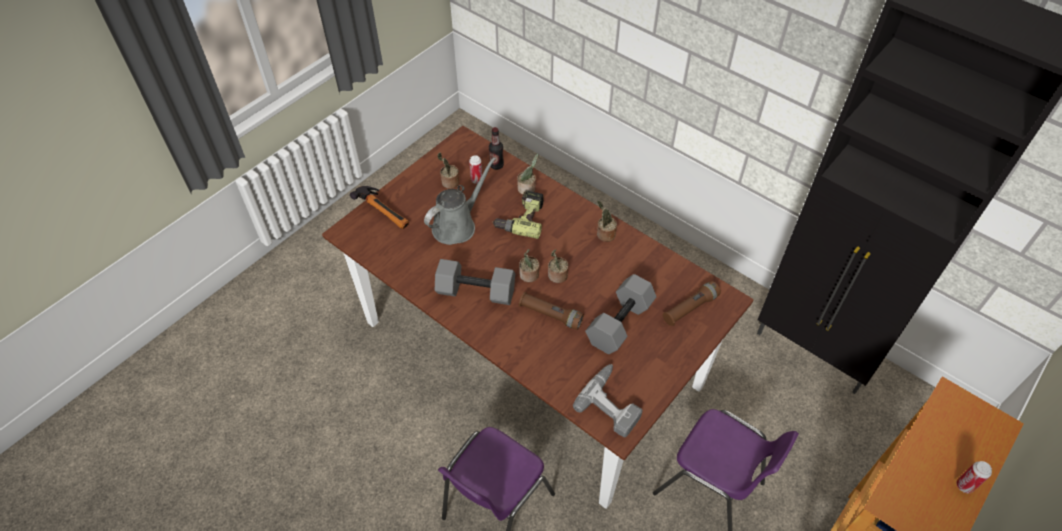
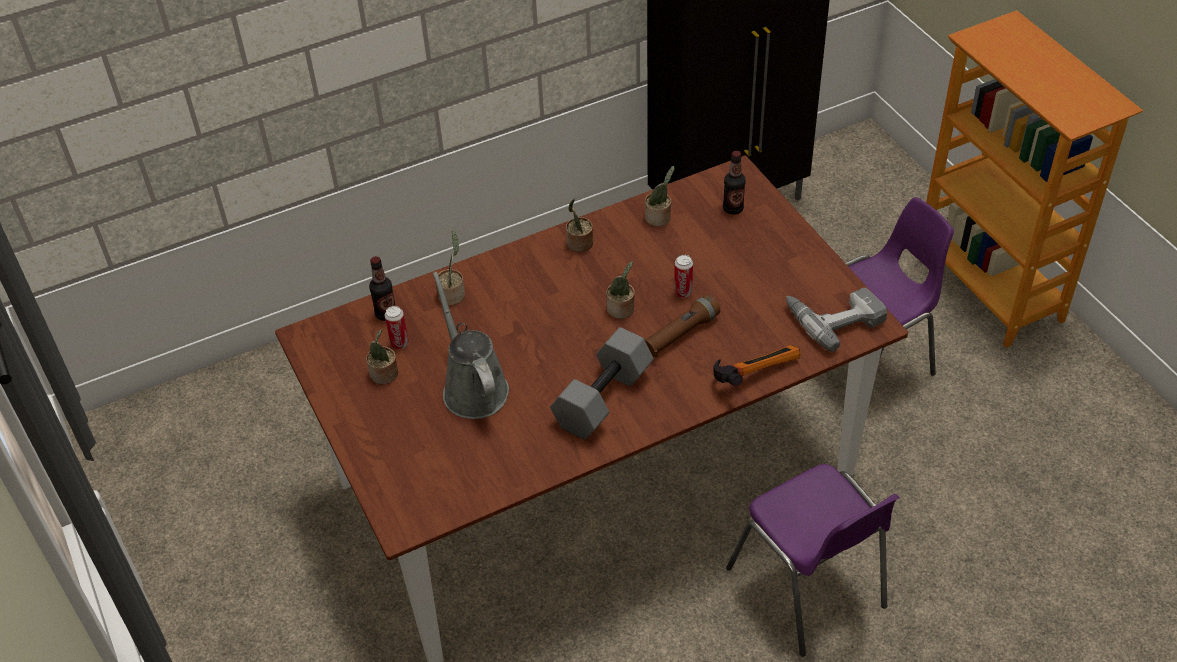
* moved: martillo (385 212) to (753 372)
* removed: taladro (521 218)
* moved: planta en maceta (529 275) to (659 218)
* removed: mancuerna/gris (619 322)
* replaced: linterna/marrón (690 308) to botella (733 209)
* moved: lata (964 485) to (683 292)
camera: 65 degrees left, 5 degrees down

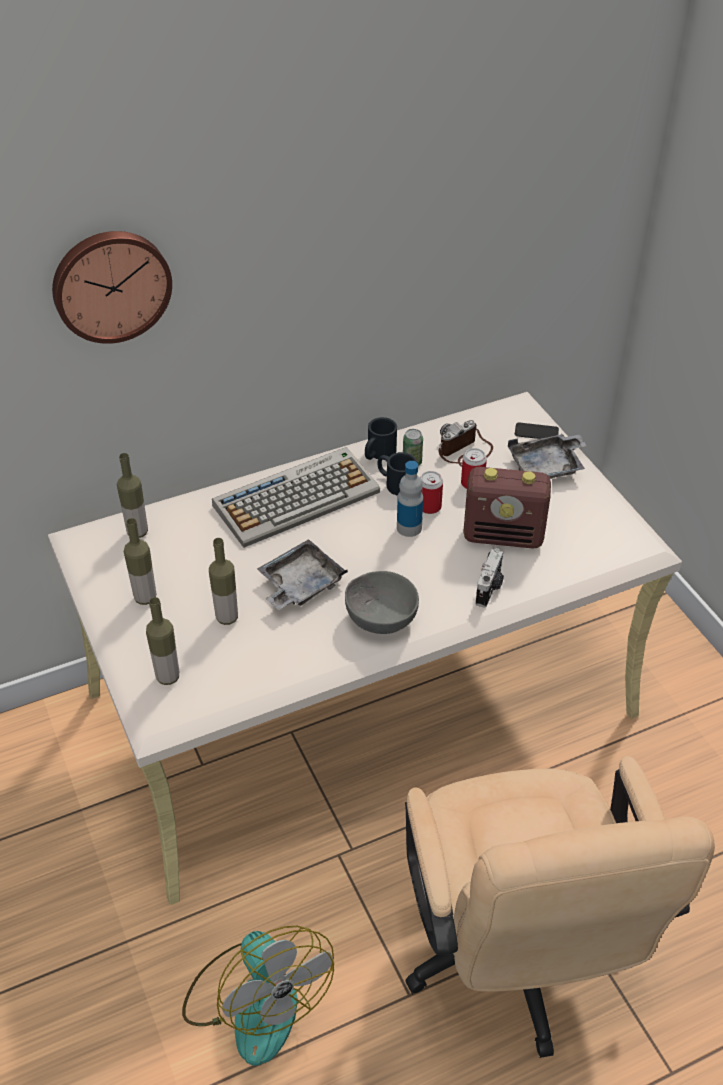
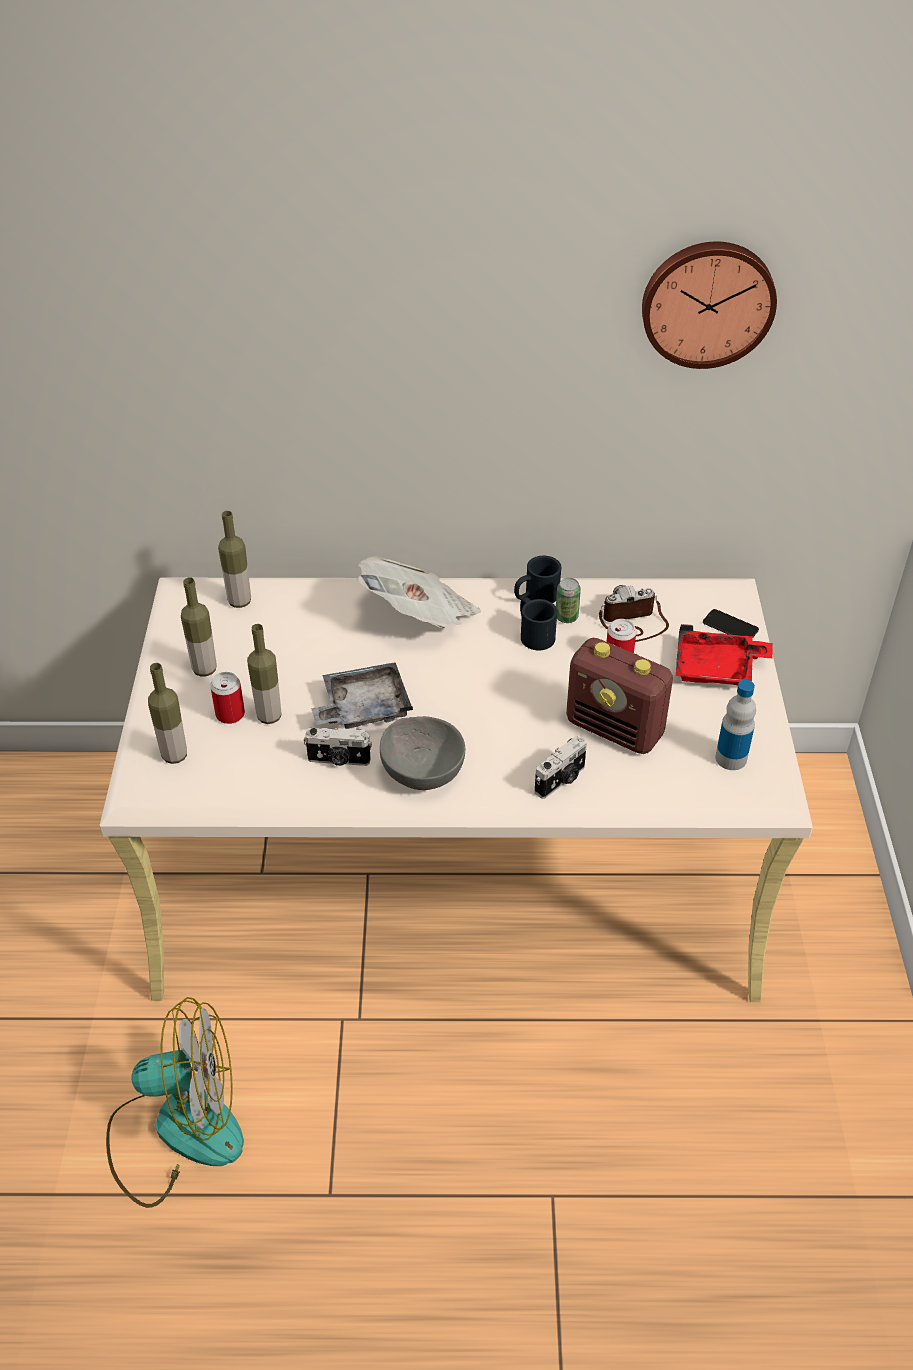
* moved: reloj de pared (111 284) to (707 302)
* turned: ventilador (255 1000) = (176 1130) 90 degrees counterclockwise
* replaced: teclado (297 498) to periódico (420 616)
* moved: botella (409 528) to (731 758)
* removed: silla de oficina/beis (516 960)
* moved: lata (429 506) to (230 714)
* recoloured: bandeja/gris (547 467) to bandeja/rojo (717 669)
* added: cámara (339 760)
camera: 25 degrees right, 0 degrees up

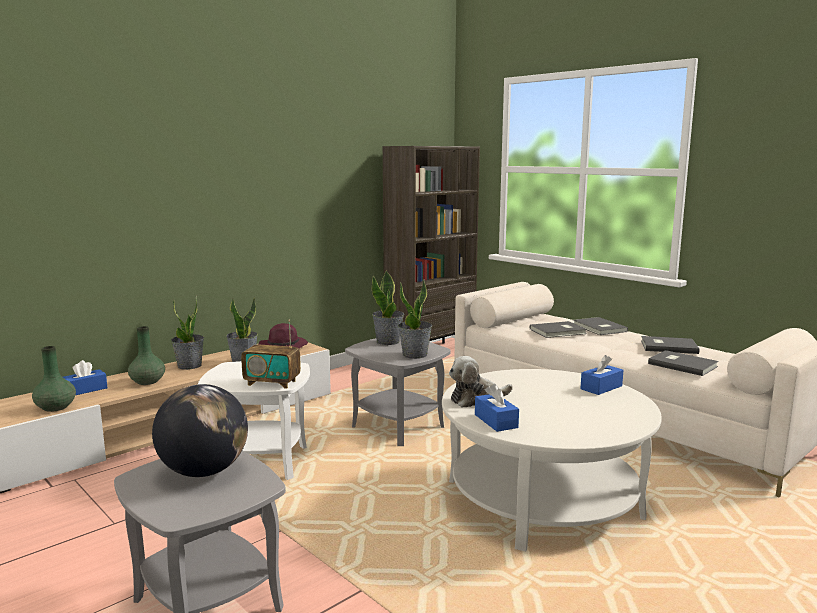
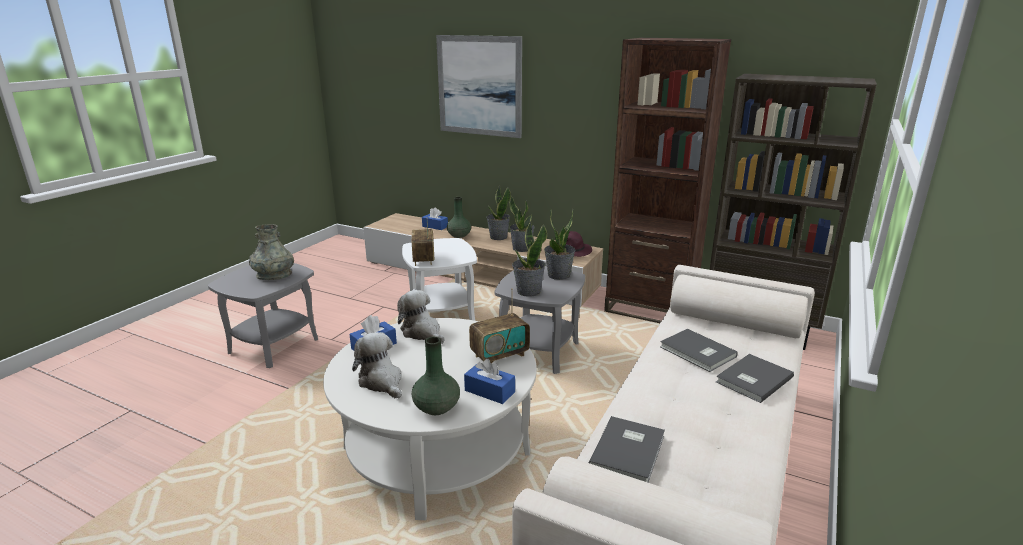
* moved: florero/verde (56 407) to (437 407)
* replaced: globo terráqueo (204 471) to florero/gris (274 275)
* removed: libro/gris (667 346)
* added: peluche (381 381)
* added: cuadro (479 86)
* added: radio (499 356)
* added: estantería/marrón (650 309)
camera: 70 degrees right, 10 degrees up

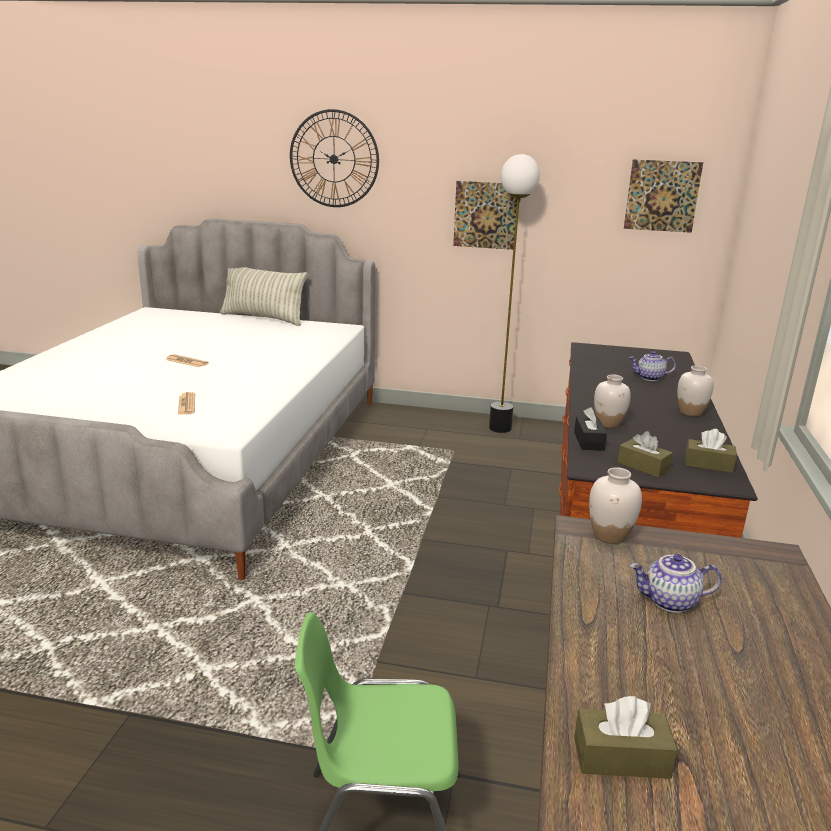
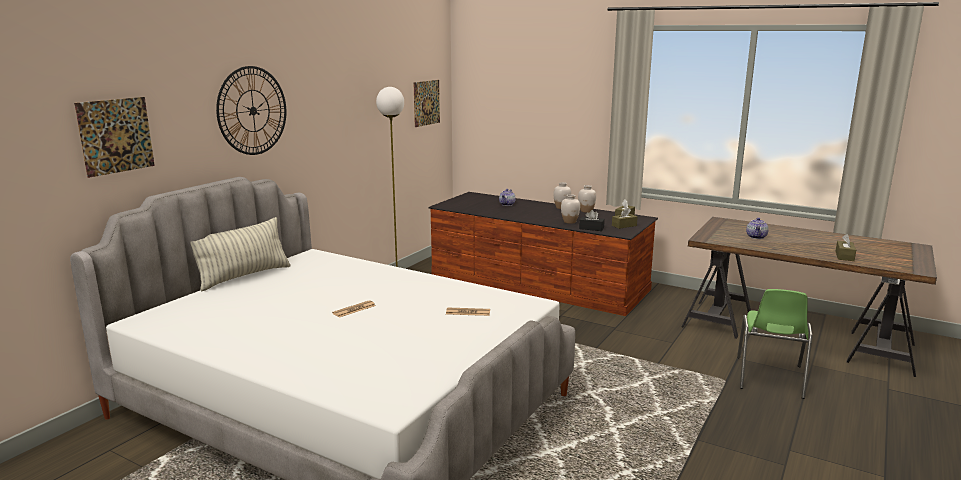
* moved: cuadro (486 215) to (116 136)
* moved: florero/blanco (610 536) to (586 211)
camera: 70 degrees left, 5 degrees down

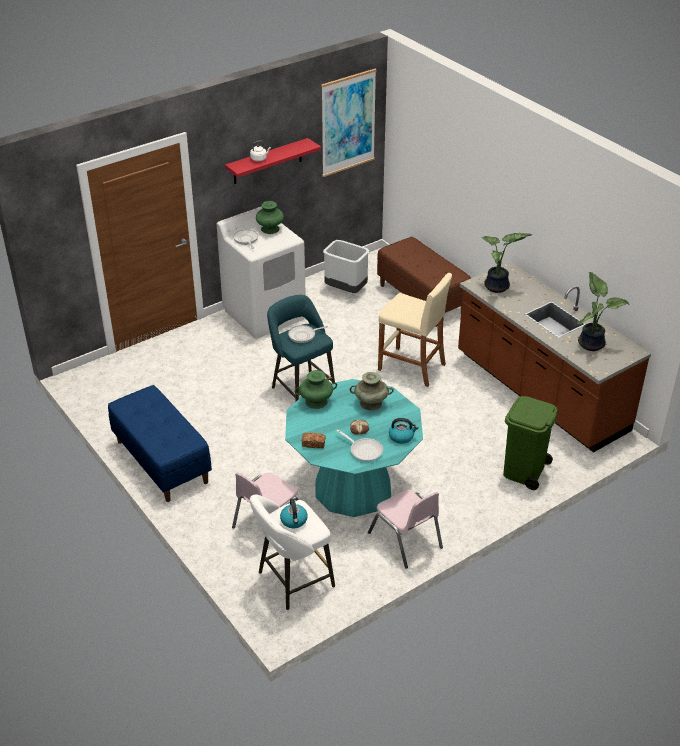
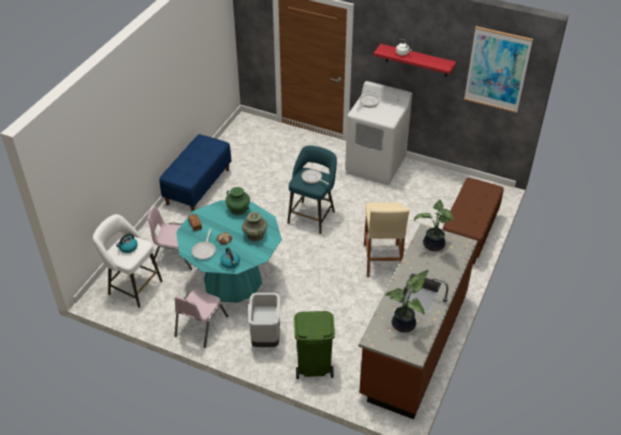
* removed: florero/verde (270 229)
* moved: papelera/gris (346 289) to (266 338)
camera: 60 degrees right, 5 degrees up

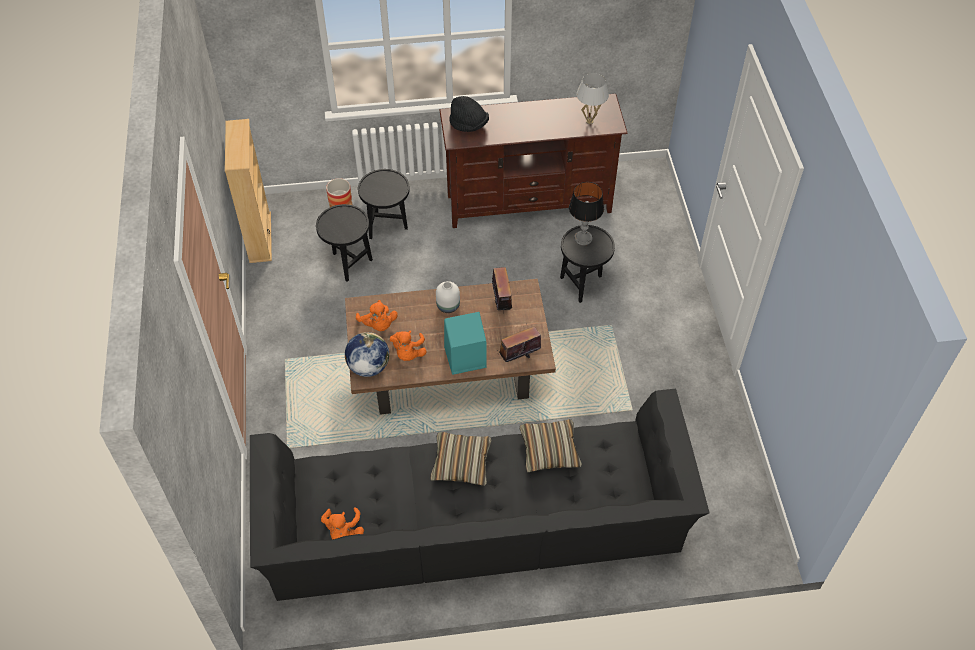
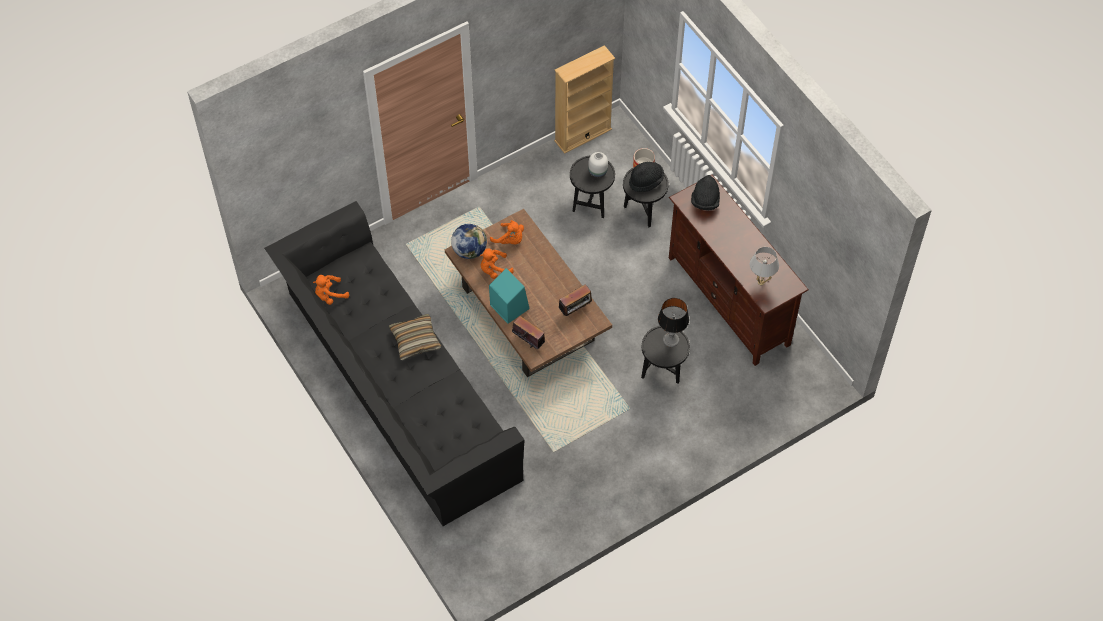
* turned: peluche/naranja (378 325) = (510 240) 90 degrees counterclockwise
* moved: florero/blanco (448 306) to (597 172)
* removed: cojín (549 450)
* added: sombrero/negro (646 181)
camera: 65 degrees right, 5 degrees up

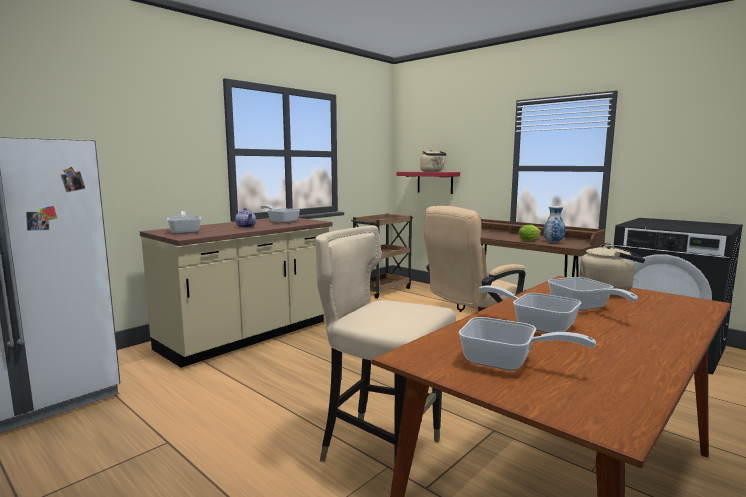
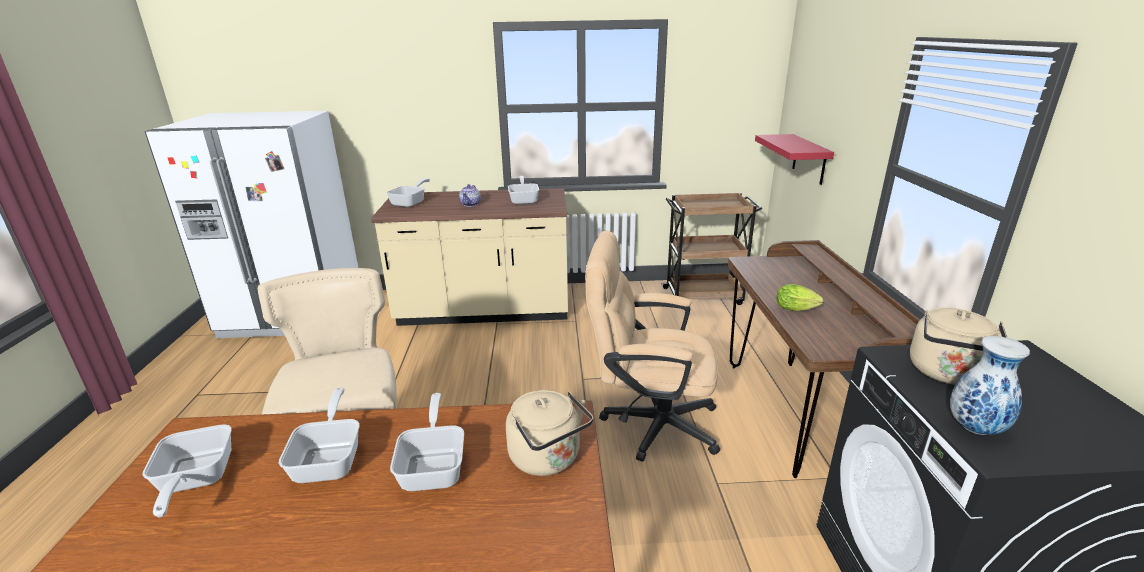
* moved: hervidor/beis (432 171) to (947 374)
* moved: florero (553 242) to (975 428)
* turned: sartén (583 308) = (434 465) 150 degrees clockwise
camera: 45 degrees right, 15 degrees up

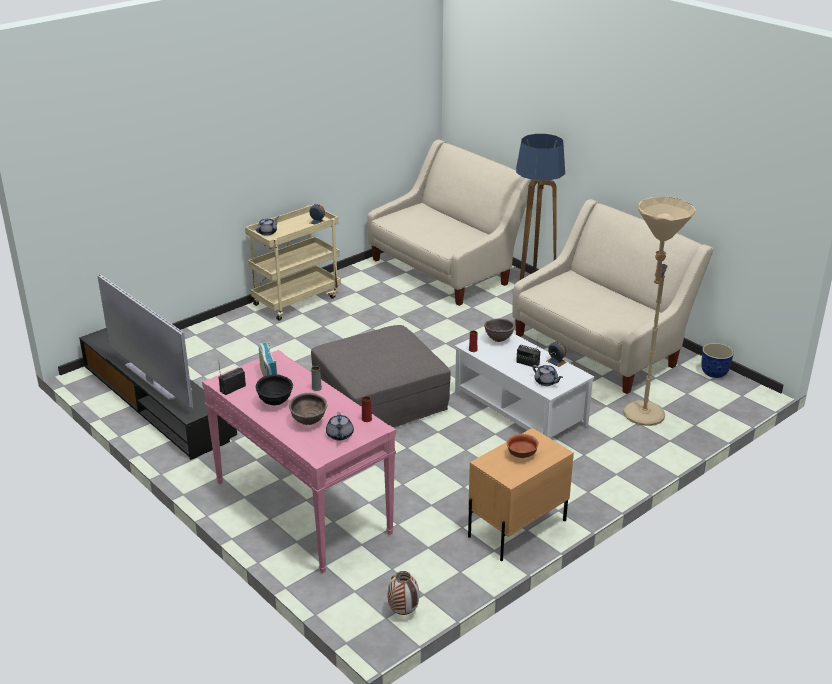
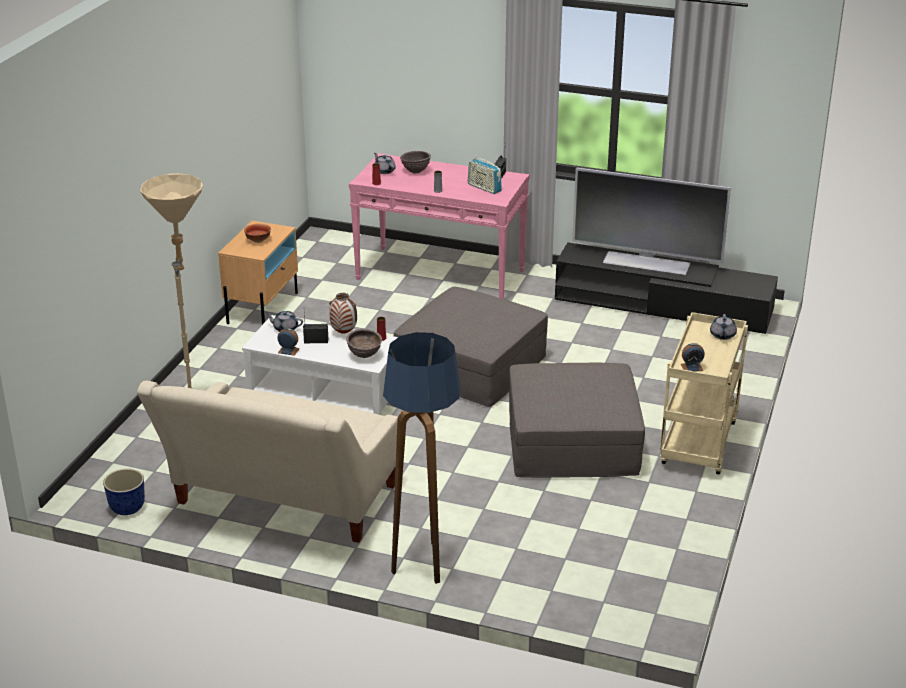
* removed: cuenco/negro (275 403)
* removed: sofá/beis (446 269)
* moved: florero (402 612) to (344 333)
* added: puf/gris (573 442)
camera: 150 degrees right, 0 degrees up

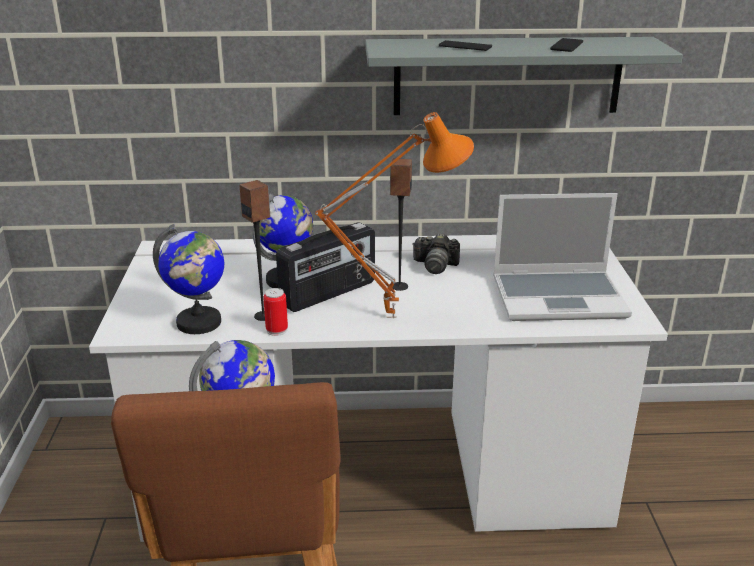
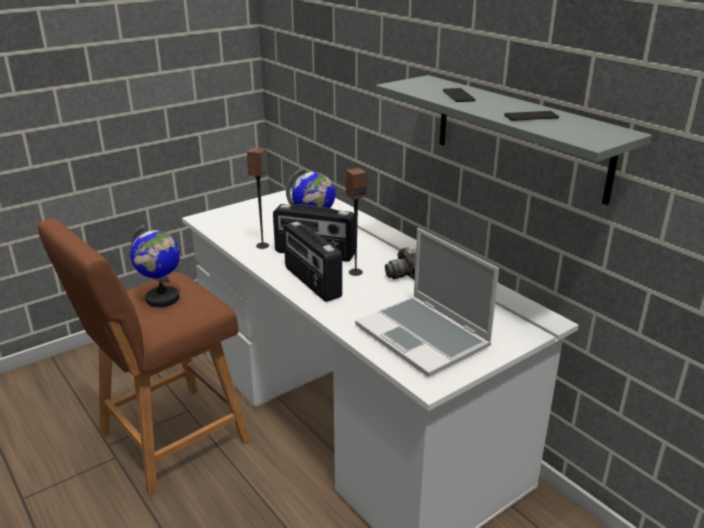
* removed: globo terráqueo (199 323)
* removed: lata (276 330)
* replaced: lámpara de mesa/naranja (391 315) to radio (311 282)
camera: 55 degrees right, 0 degrees up

